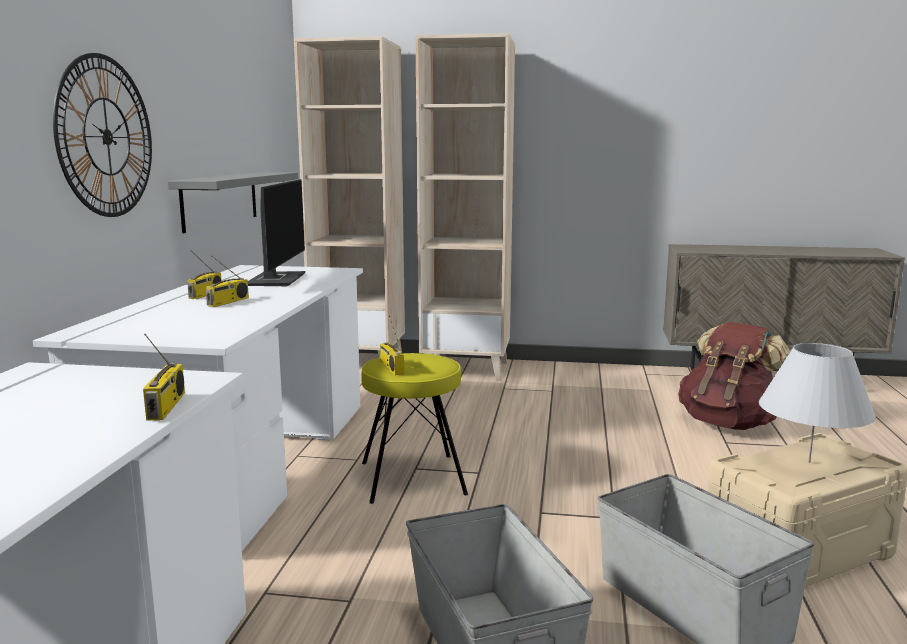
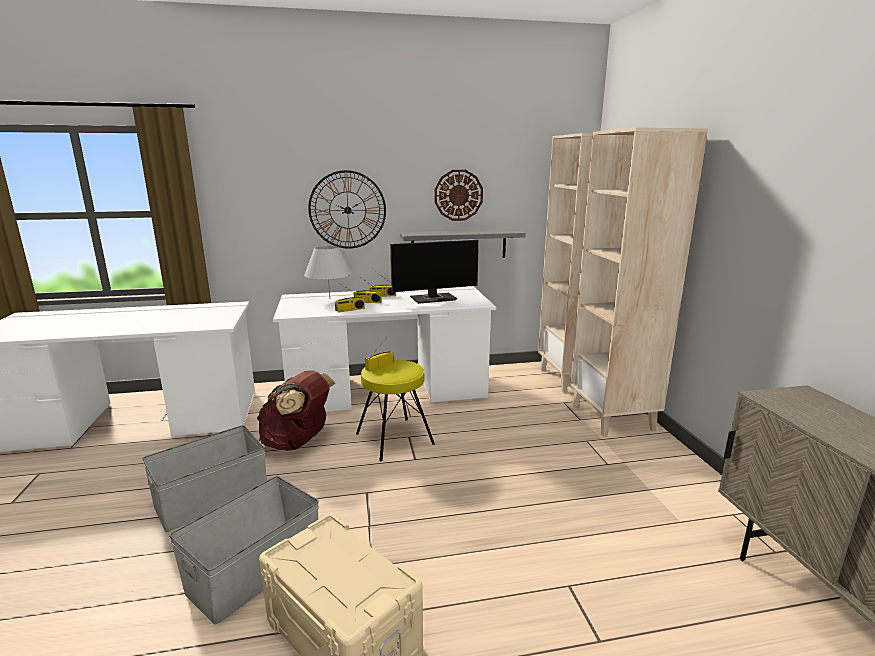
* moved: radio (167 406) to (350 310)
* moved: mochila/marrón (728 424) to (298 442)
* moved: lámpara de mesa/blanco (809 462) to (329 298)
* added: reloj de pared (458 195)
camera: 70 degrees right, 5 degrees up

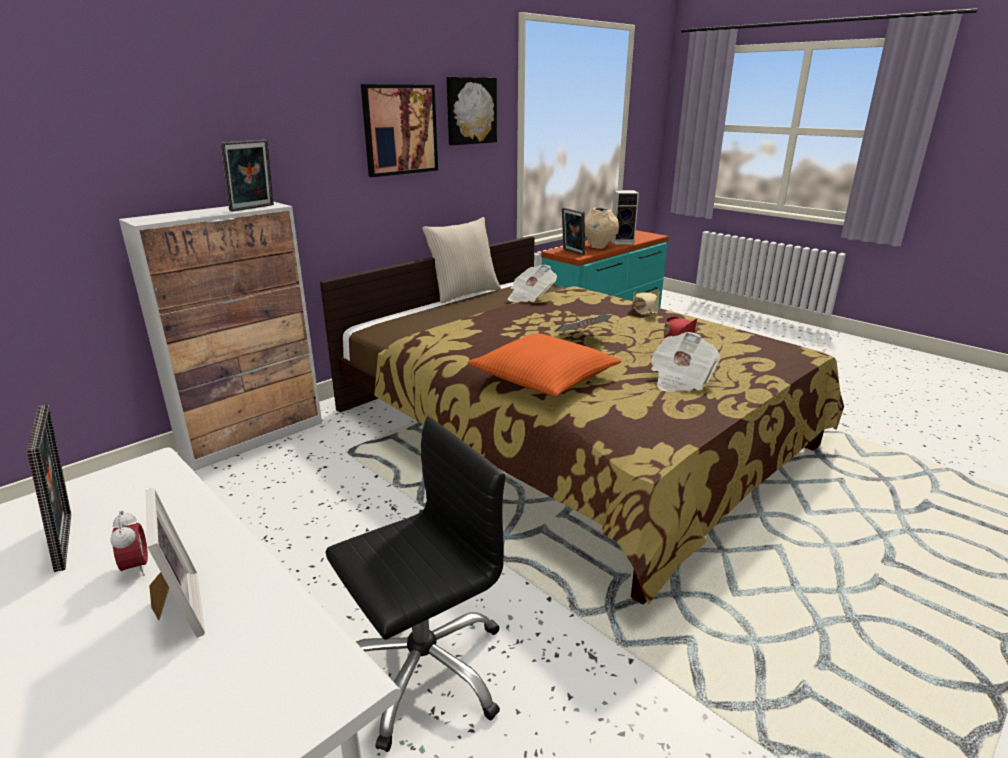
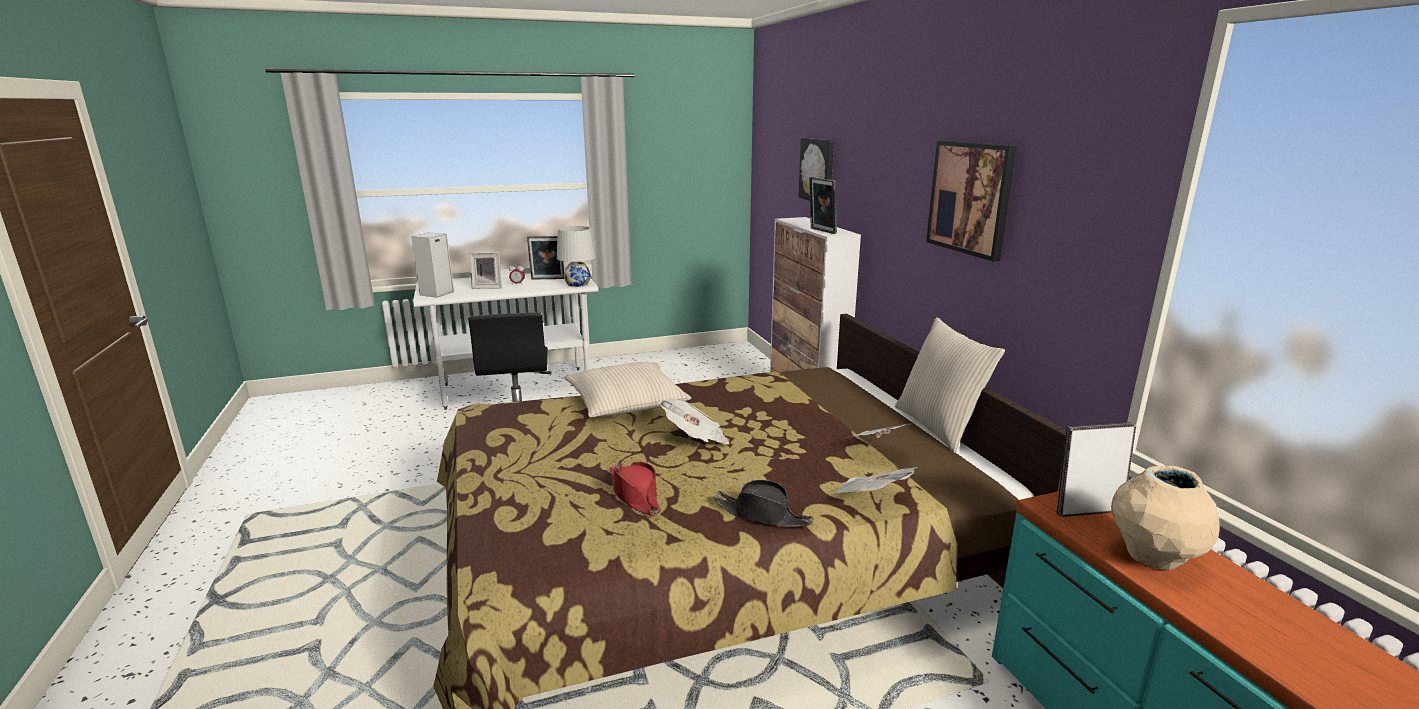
* moved: cuadro (470 111) to (818 170)
* recoloured: cojín/naranja (544 378) to cojín/beis (626 402)
* moved: altavoz (623 242) to (436 294)
* recoloured: sombrero/beis (645 310) to sombrero/negro (762 515)
* moved: periódico (680 380) to (871 500)
* added: lámpara de mesa/blanco (577 284)
camera: 115 degrees right, 5 degrees down

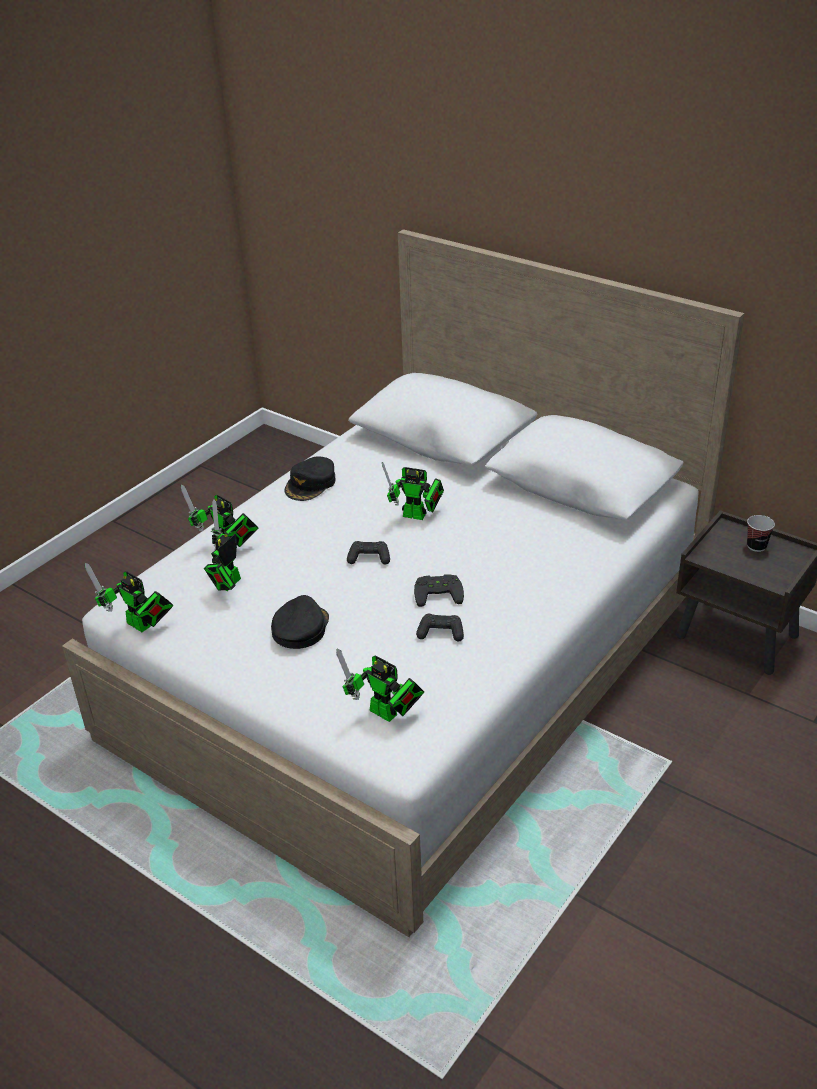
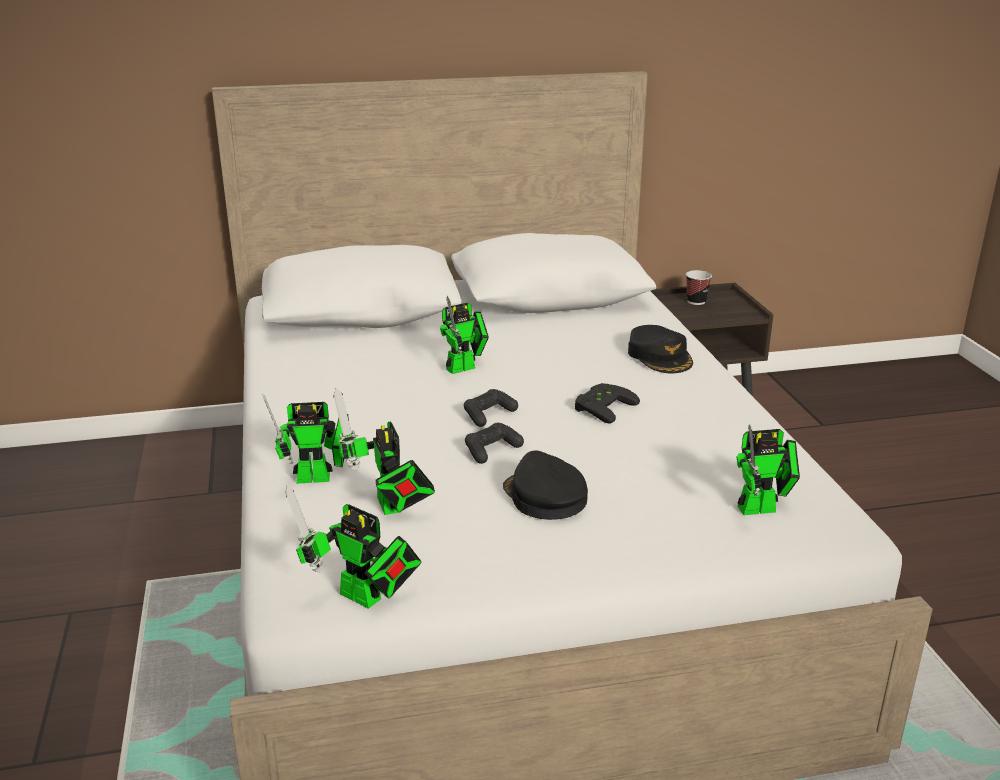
* turned: robot de juguete (141 626) = (365 599) 45 degrees clockwise
* moved: gorra/negro (311 484) to (660 356)
* moved: mando de consola/negro (440 633) to (492 450)
camera: 50 degrees left, 10 degrees down

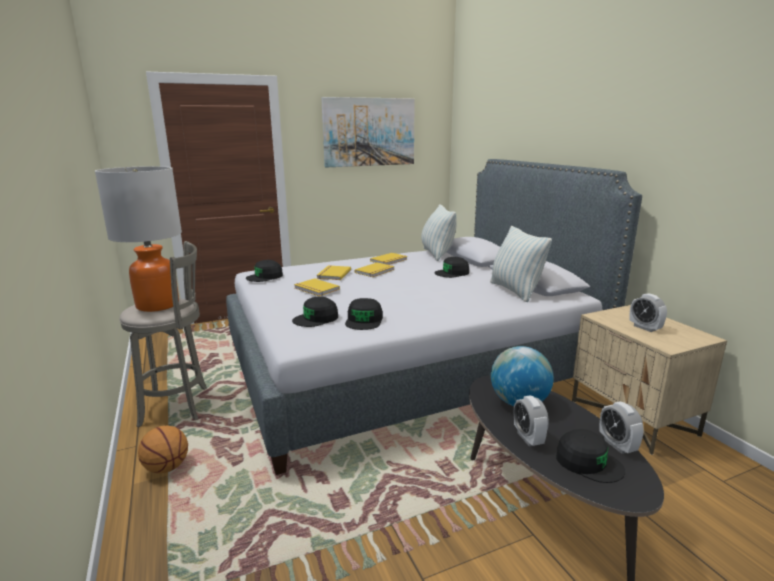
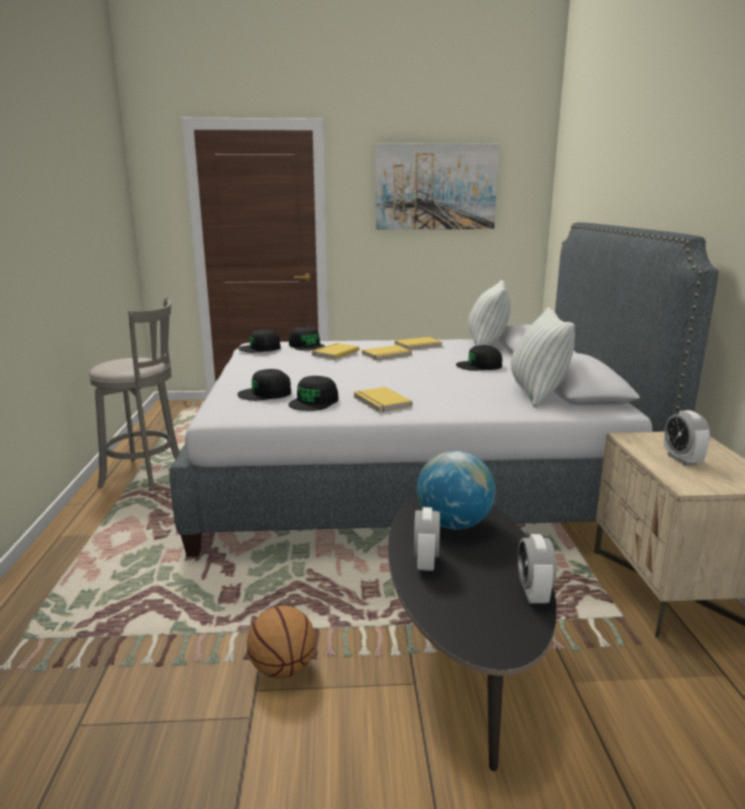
* removed: lámpara de mesa (157 305)
* moved: balón de baloncesto (166 468) to (282 668)
* moved: libro/amarillo (316 289) to (380 402)
* moved: gorra/negro (588 462) to (307 346)
camera: 20 degrees right, 0 degrees up

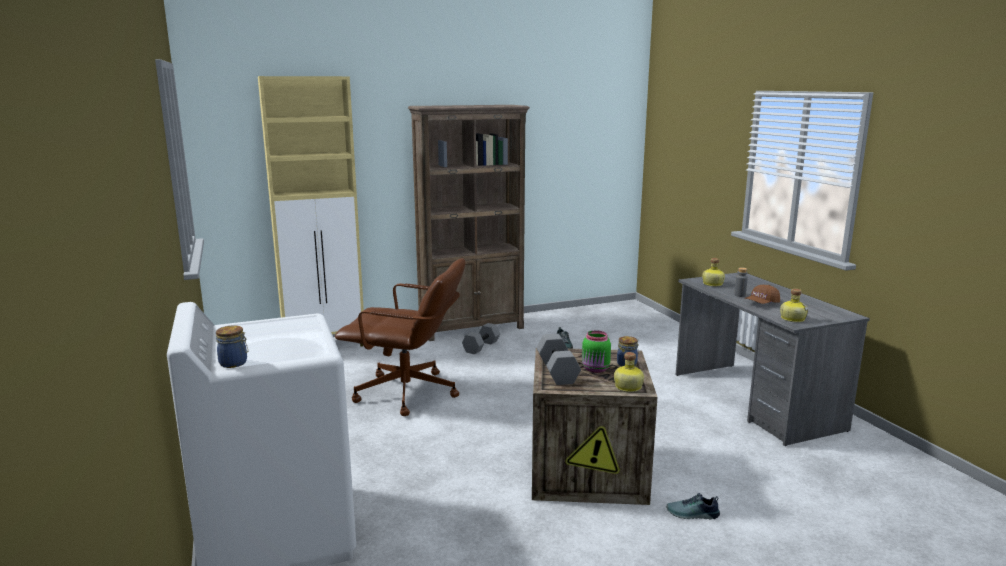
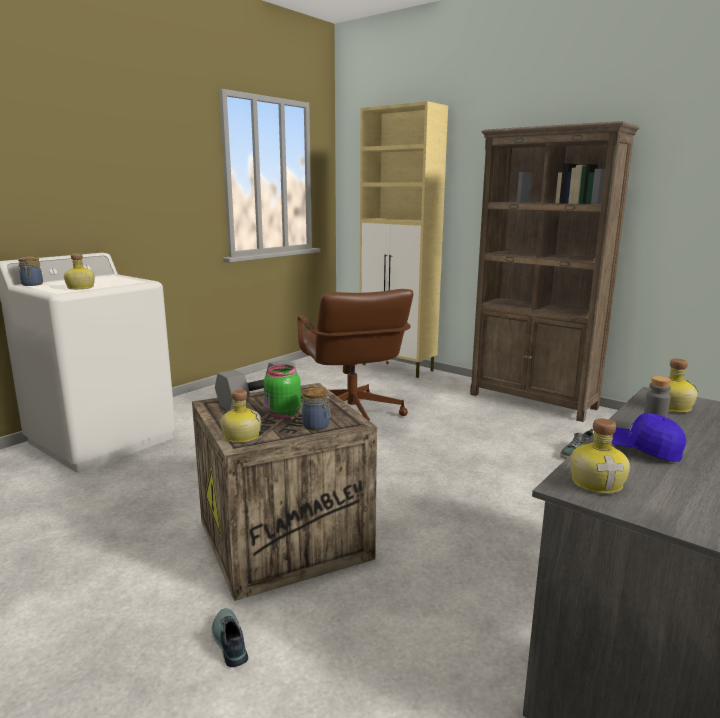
* removed: mancuerna/gris (481 346)
* recoloured: gorra/marrón (761 303) to gorra/azul (640 450)
* added: botella (80 288)
camera: 60 degrees right, 0 degrees up

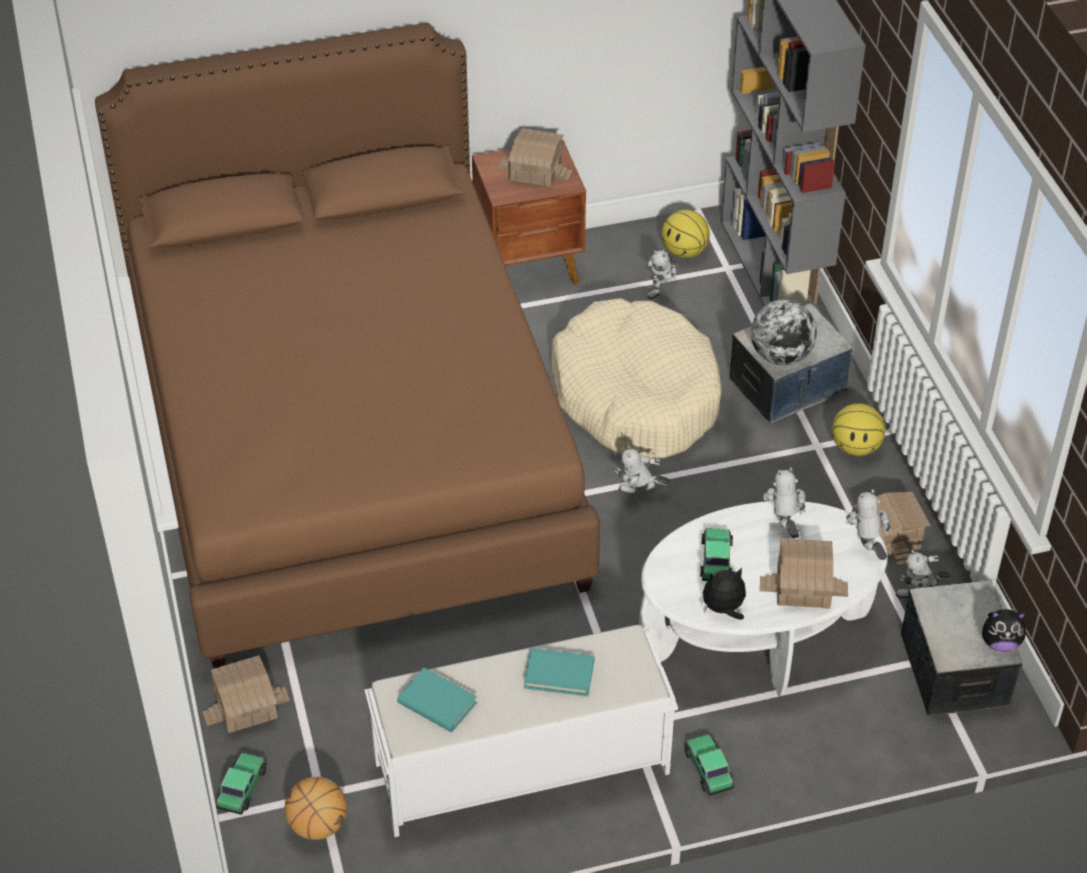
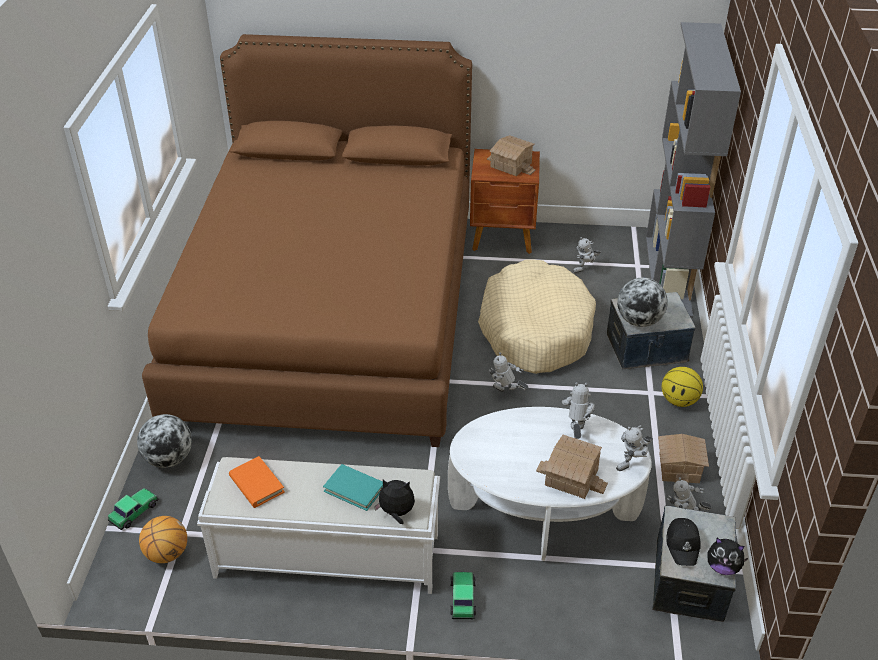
* replaced: casita (246 705) to globo terráqueo (169 459)
* recoloured: libro/turquesa (437 703) to libro/naranja (256 484)
* removed: balón de baloncesto (684 252)
* removed: coche de juguete (716 559)
* moved: peluche (723 609) to (396 513)
* turned: robot de juguete (865 551) = (633 464) 135 degrees counterclockwise
* added: gorra/negro (683 544)
camera: 20 degrees right, 5 degrees down

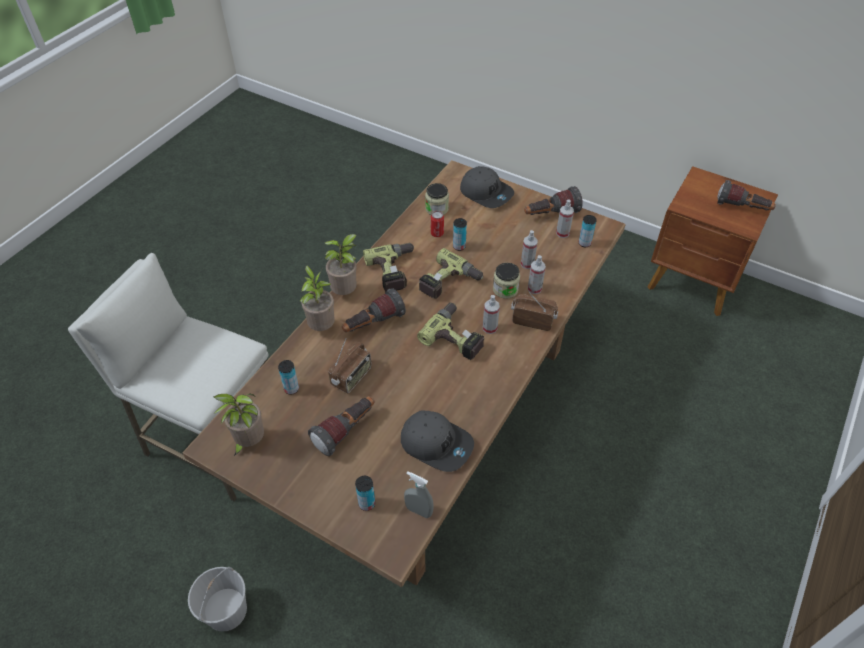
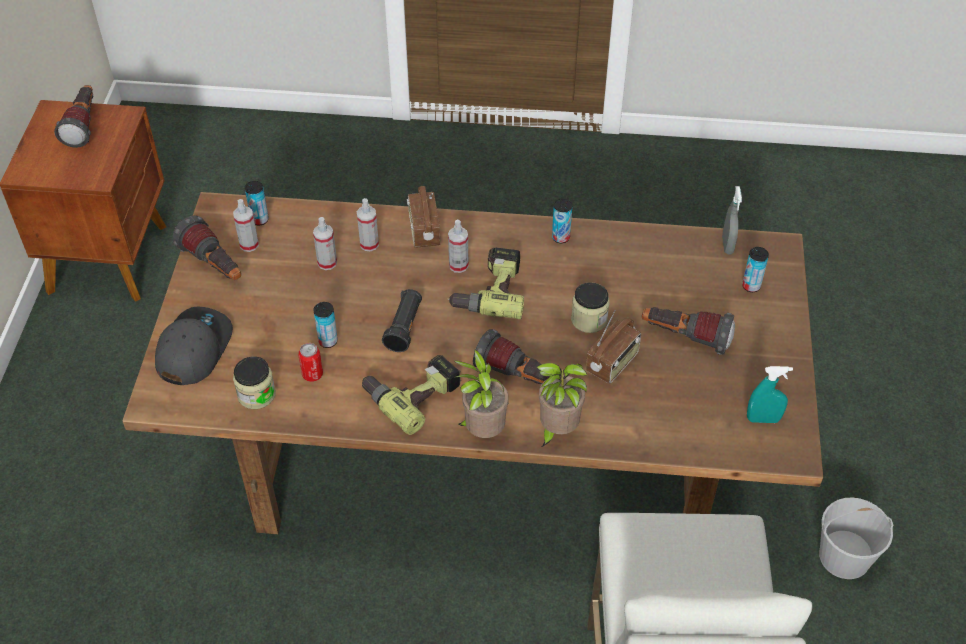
* replaced: planta en maceta (249 442) to pulverizador/turquesa (763 419)
* moved: lata (291 389) to (560 237)
* turned: radio (352 377) = (613 364) 120 degrees clockwise
* removed: gorra/gris (436 443)
* replaced: taladro (449 283) to linterna/negro (404 327)
* moved: tarro (505 289) to (589 319)
camera: 115 degrees left, 0 degrees up

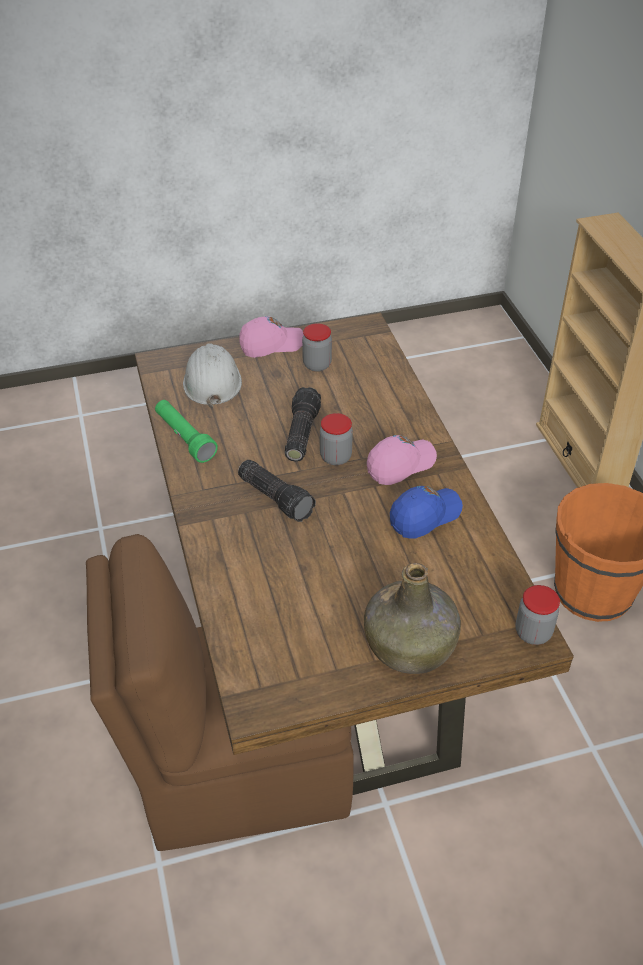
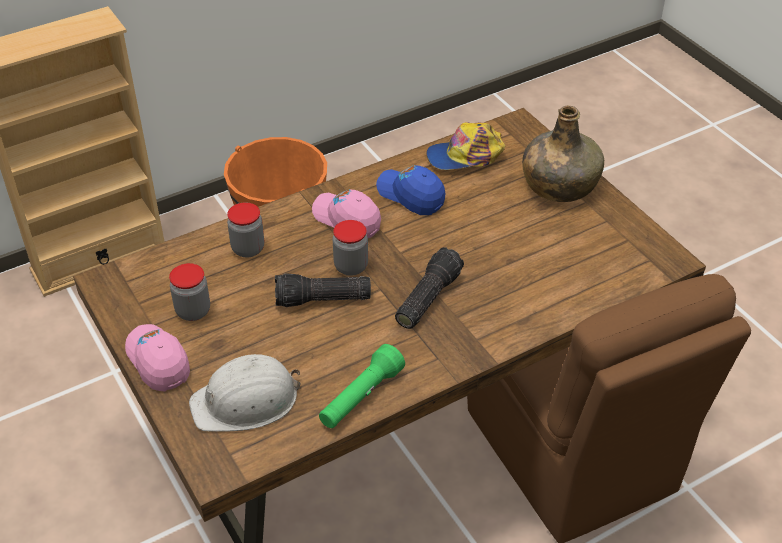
* moved: tarro (533 633) to (248 249)
* added: gorra (465 156)
camera: 105 degrees left, 0 degrees up

